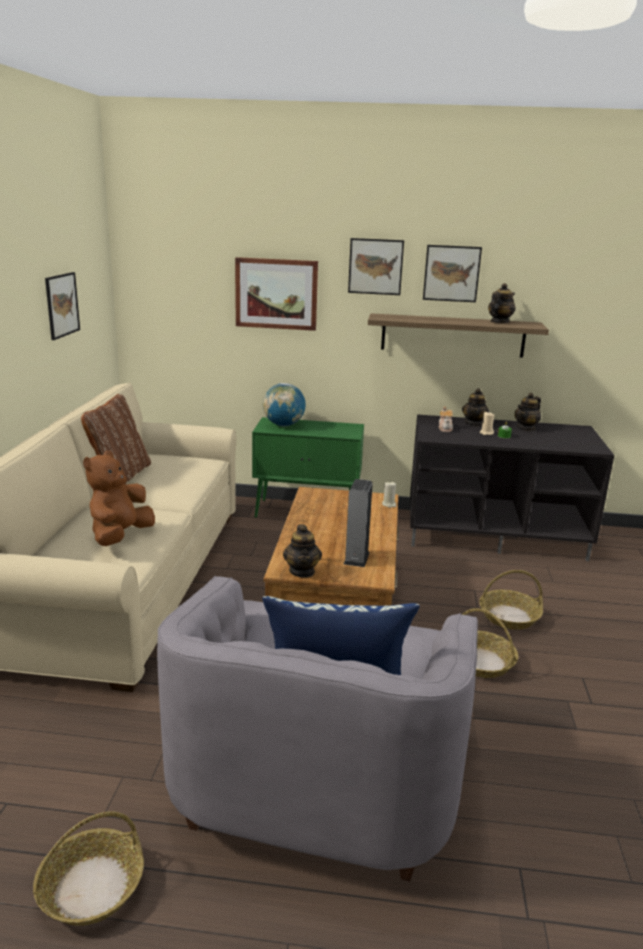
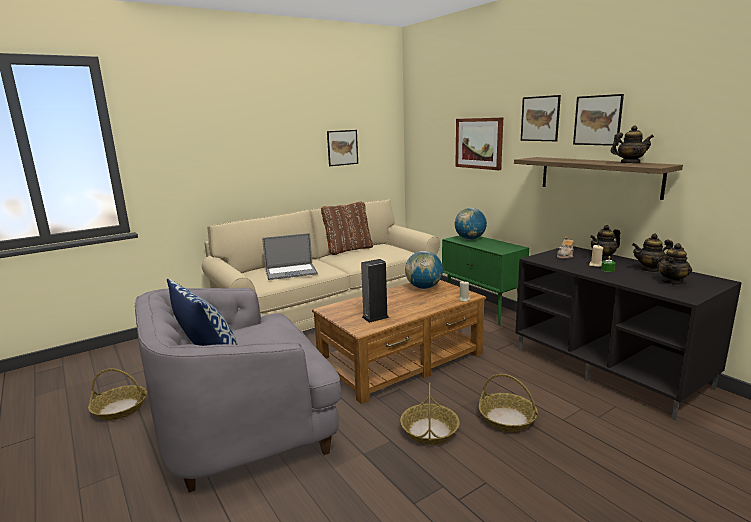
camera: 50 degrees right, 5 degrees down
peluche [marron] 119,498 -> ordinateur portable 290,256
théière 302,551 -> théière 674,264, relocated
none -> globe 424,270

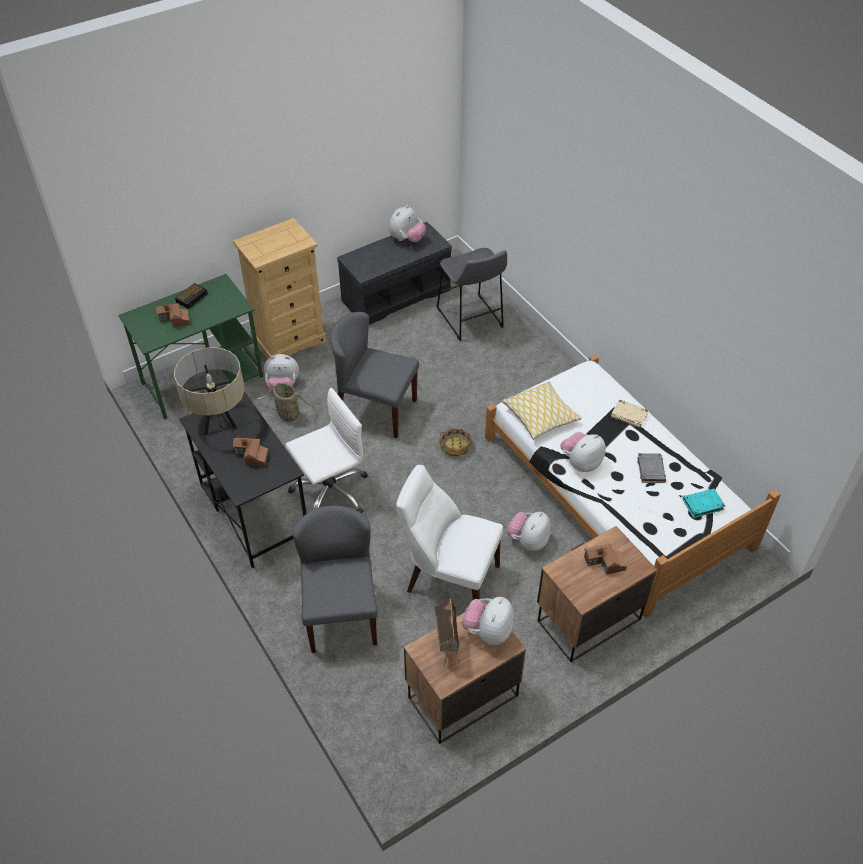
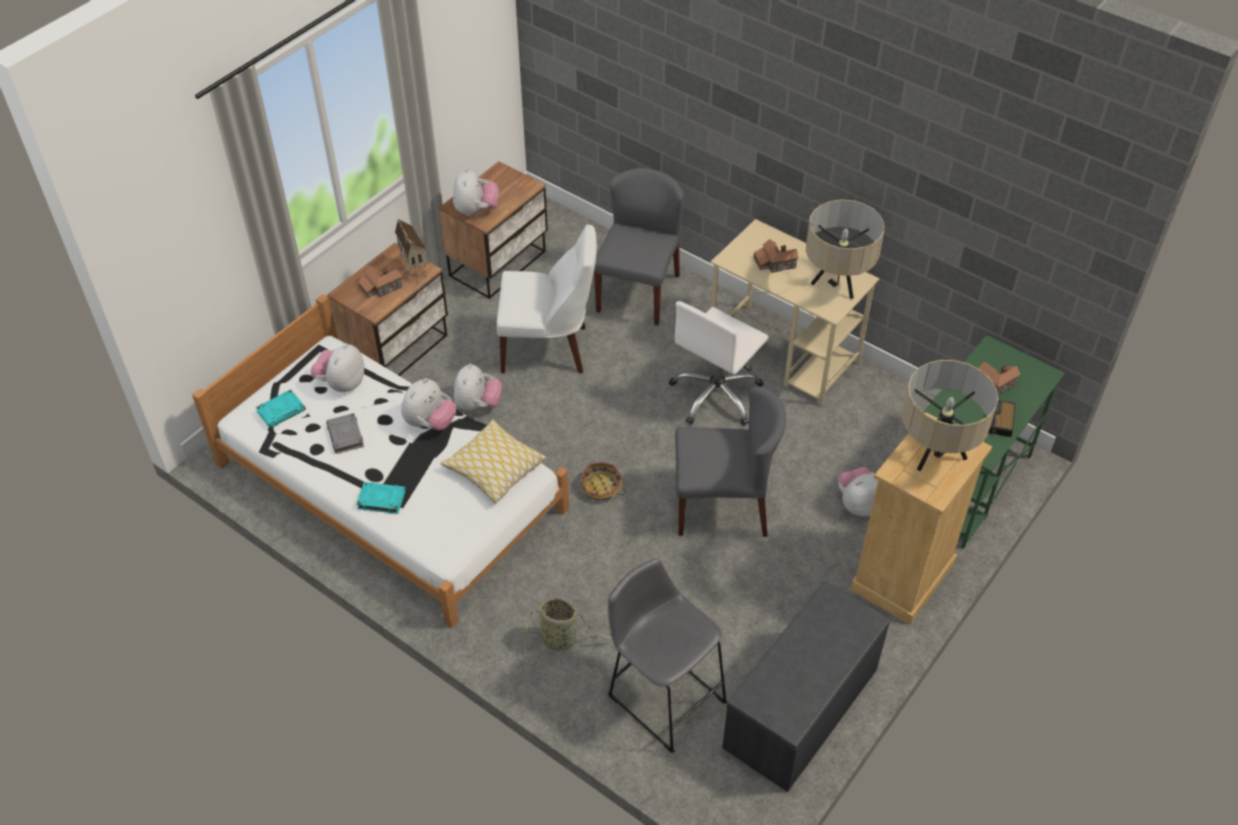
camera: 160 degrees right, 0 degrees up
bureau [noir] 242,479 -> bureau [beige] 795,312
panier 285,403 -> panier 566,624, relocated
chaise [gris] 334,579 -> chaise [gris] 639,247, 135 degrees counterclockwise
peluche 407,223 -> peluche 337,367, relocated
maison miniature 447,632 -> maison miniature 411,251, relocated
livre [beige] 630,413 -> livre [turquoise] 381,498
none -> lampe de table [beige] 950,415

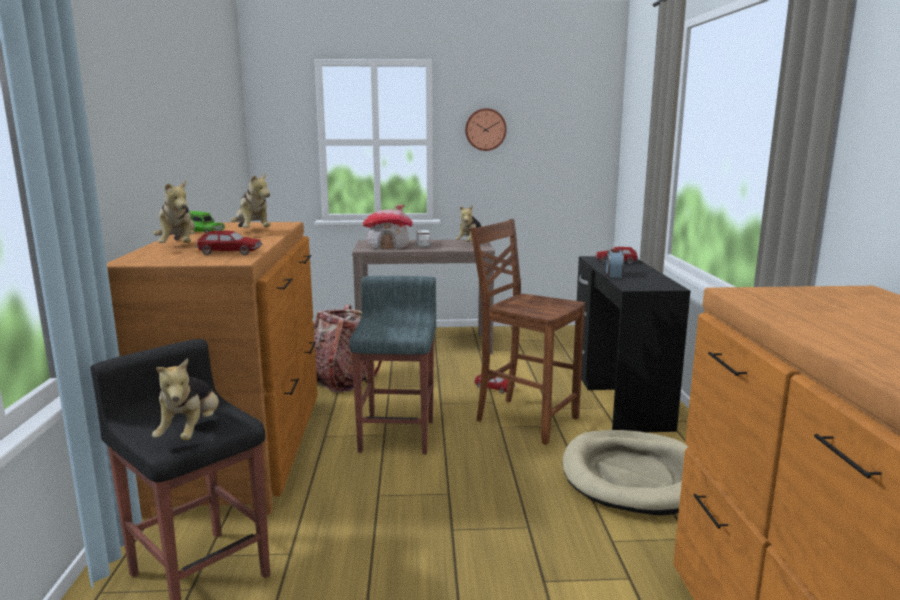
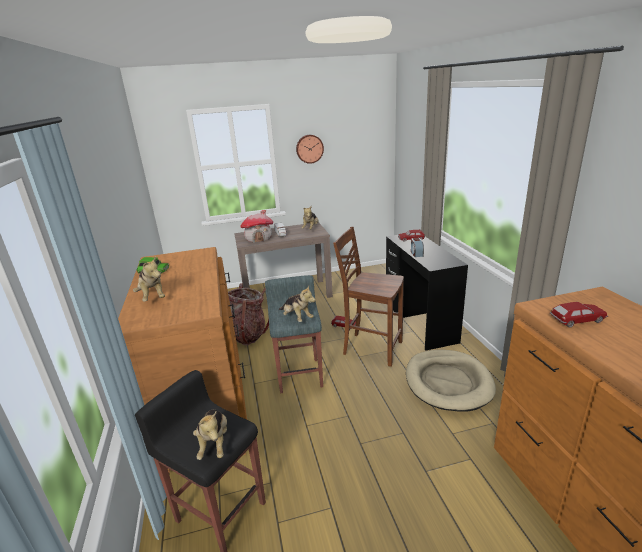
camera: 10 degrees left, 10 degrees up
petite voiture 229,242 -> petite voiture 579,314, relocated
peluche 250,200 -> peluche 297,304, relocated

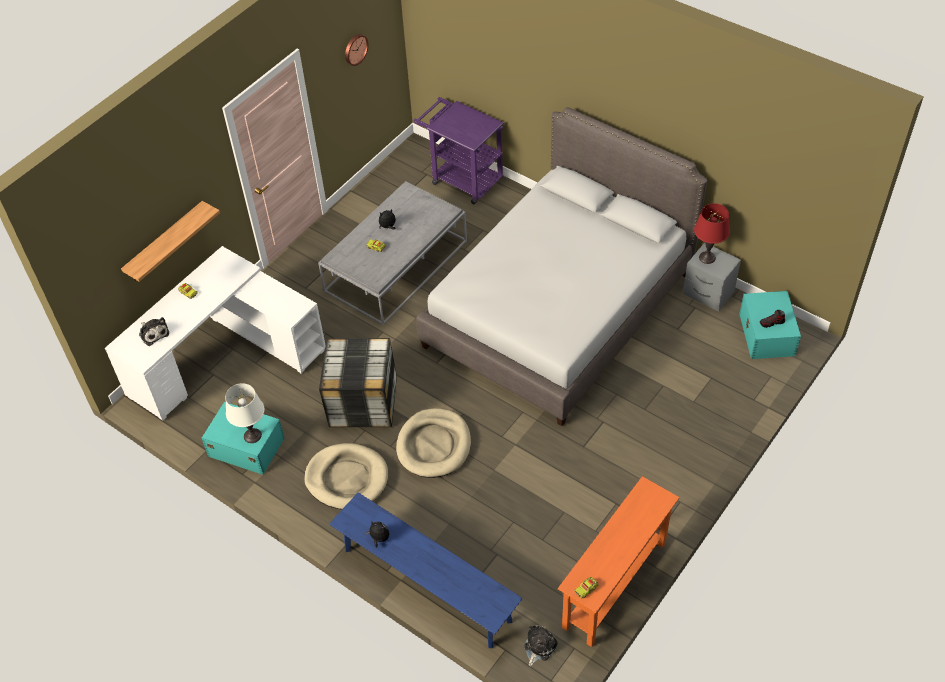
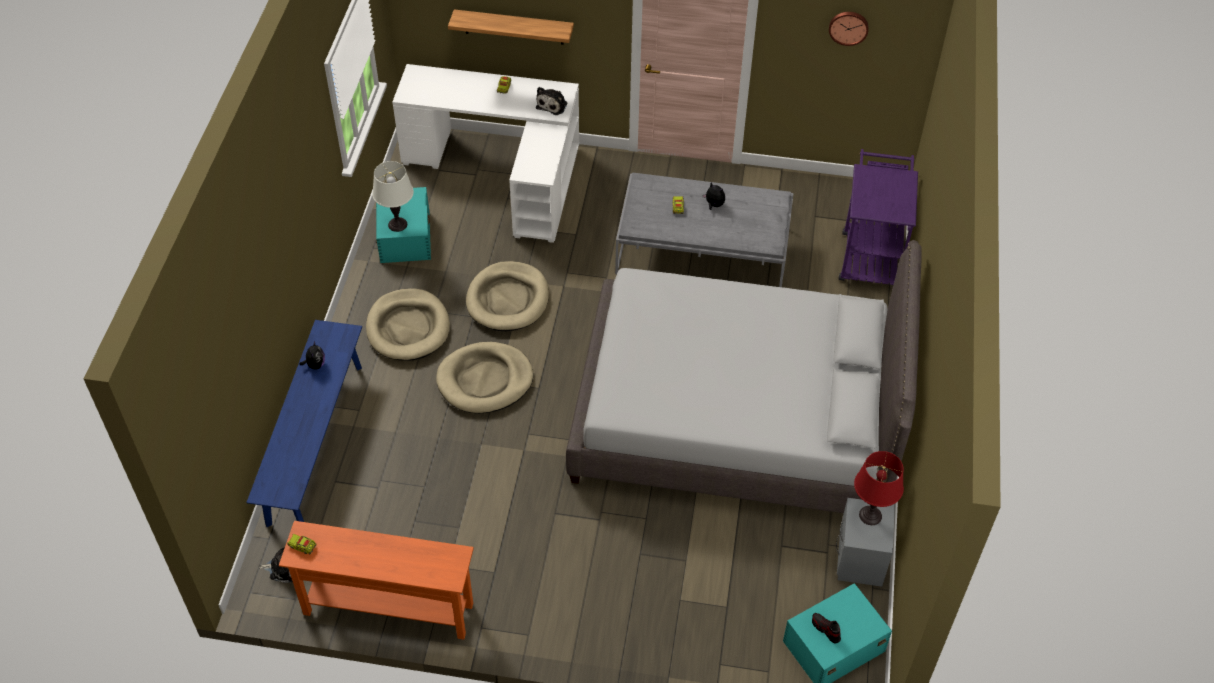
camera: 60 degrees right, 0 degrees up
peluche 154,331 -> peluche 551,101, relocated
boîte de rangement 358,382 -> panier pour chien [beige] 507,296

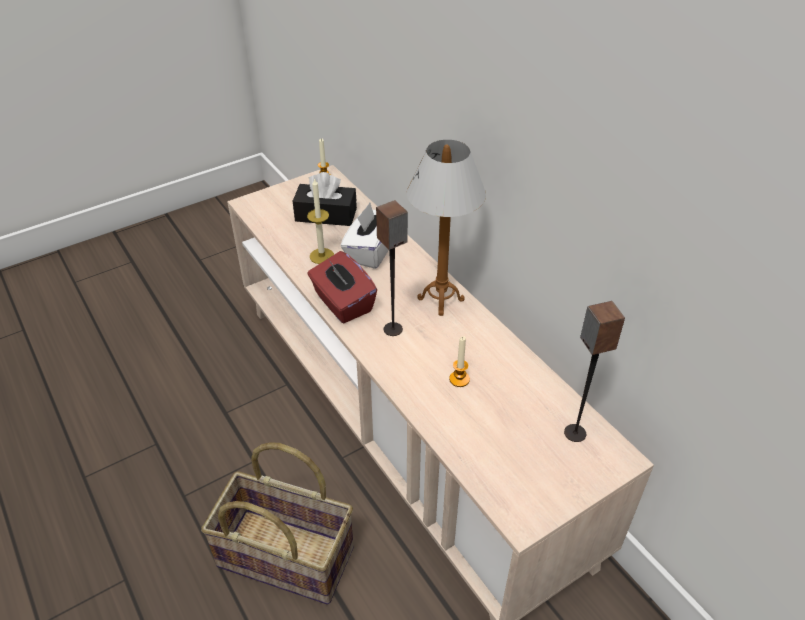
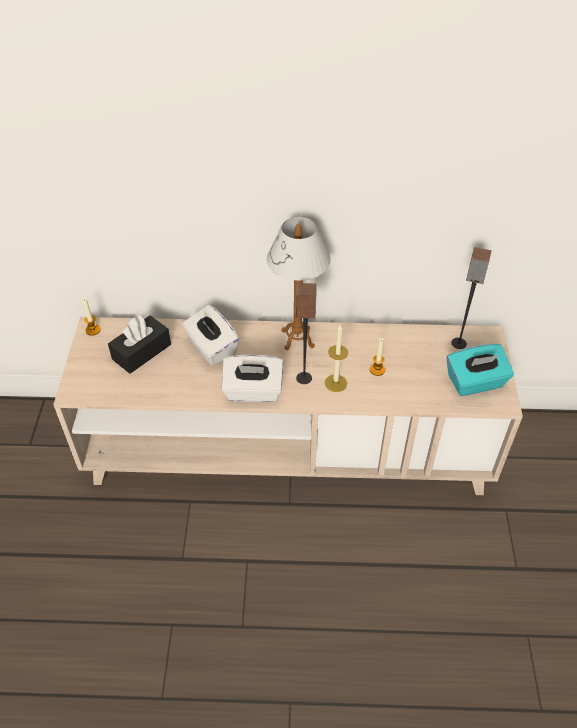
camera: 55 degrees left, 5 degrees up
panier 277,523 -> none
bougie 320,221 -> bougie 336,358, relocated
boîte à mouchoirs [rouge] 342,287 -> boîte à mouchoirs [blanc] 252,378
none -> boîte à mouchoirs [turquoise] 480,370

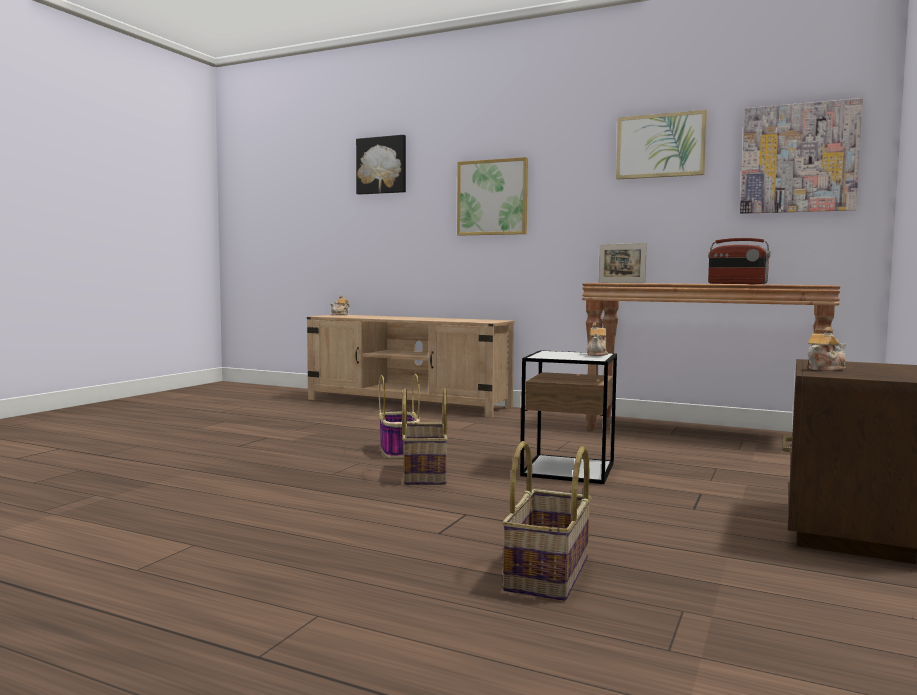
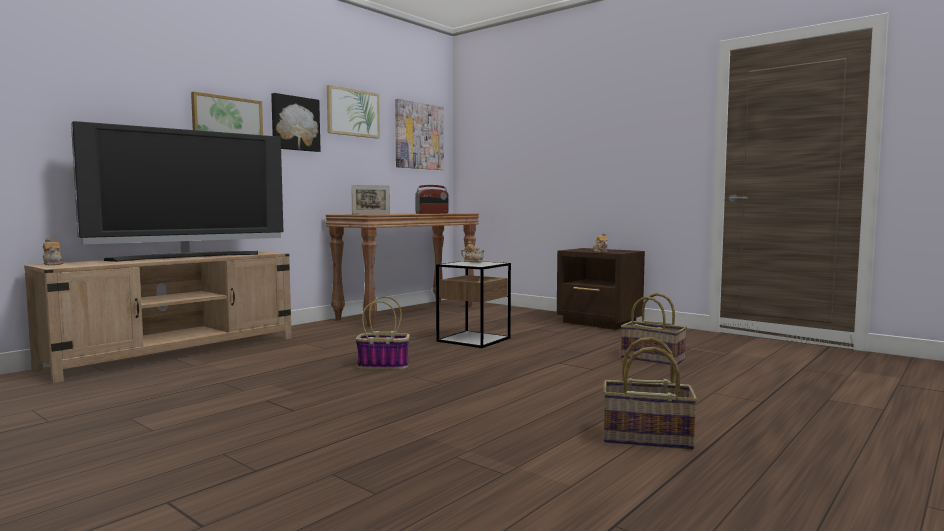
camera: 75 degrees left, 0 degrees up
tableau 381,165 -> tableau 296,122, relocated
panier 425,436 -> panier 650,393, relocated
none -> téléviseur 177,191

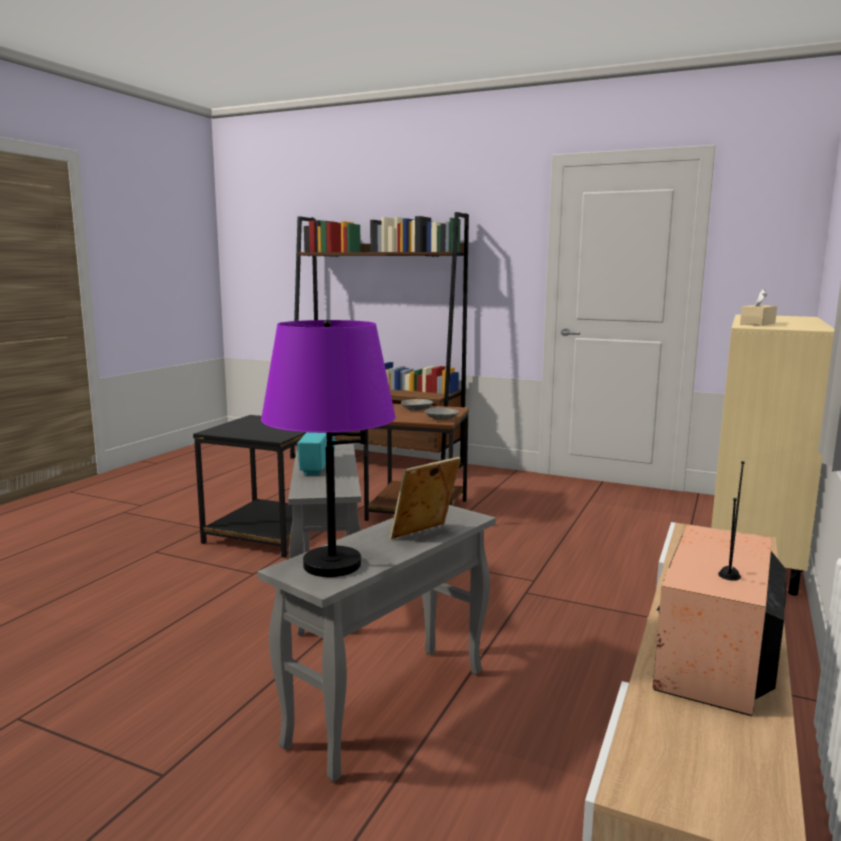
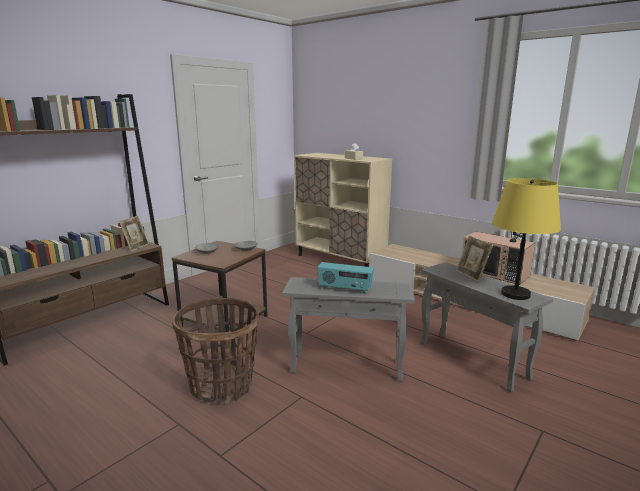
camera: 75 degrees left, 5 degrees up
table d'appoint [noir] 250,486 -> panier 215,351
lampe de table [violet] 328,448 -> lampe de table [jaune] 526,239
none -> cadre photo 134,234

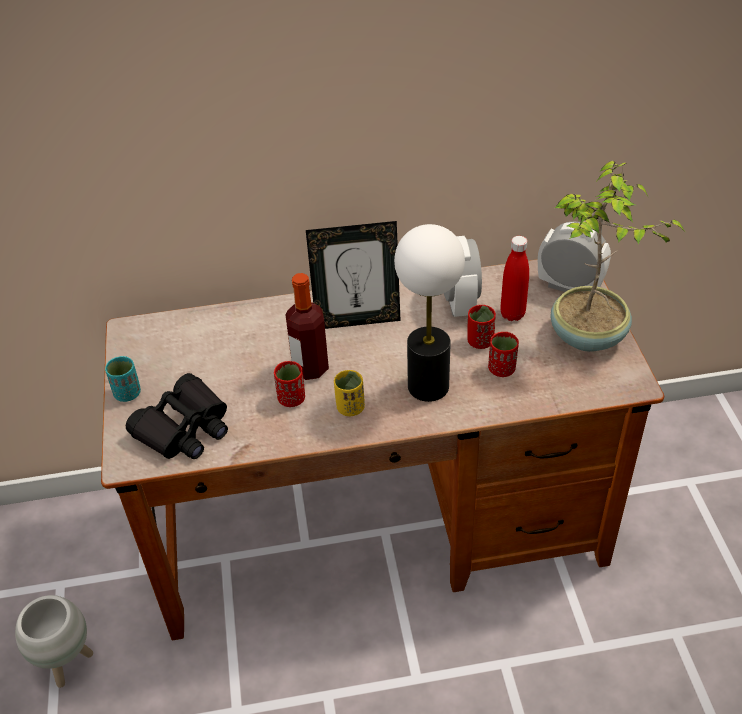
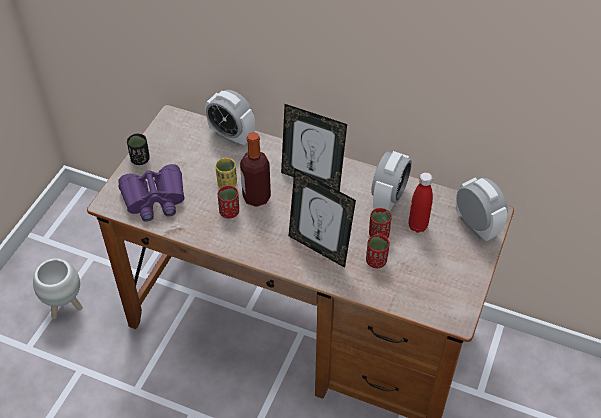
camera: 30 degrees right, 5 degrees up
tasse [turquoise] 123,379 -> tasse [noir] 138,149
jumelles [noir] 177,416 -> jumelles [violet] 151,193
tasse [jaune] 349,393 -> tasse [jaune] 226,173, relocated
lampe de table 429,313 -> cadre photo 322,218
plante en pot 617,256 -> none
none -> réveil 230,118

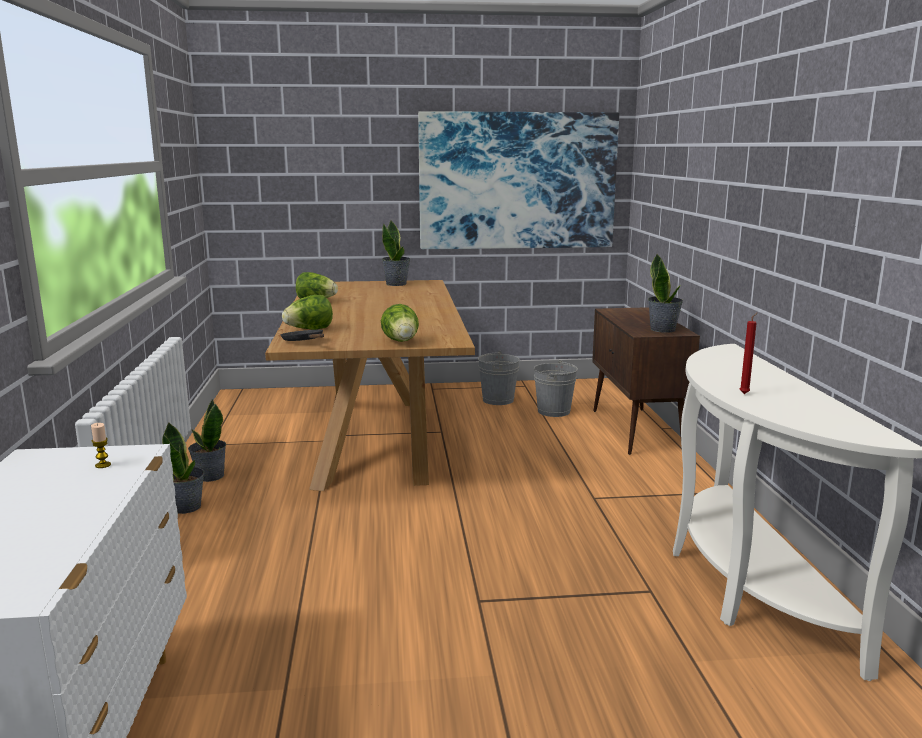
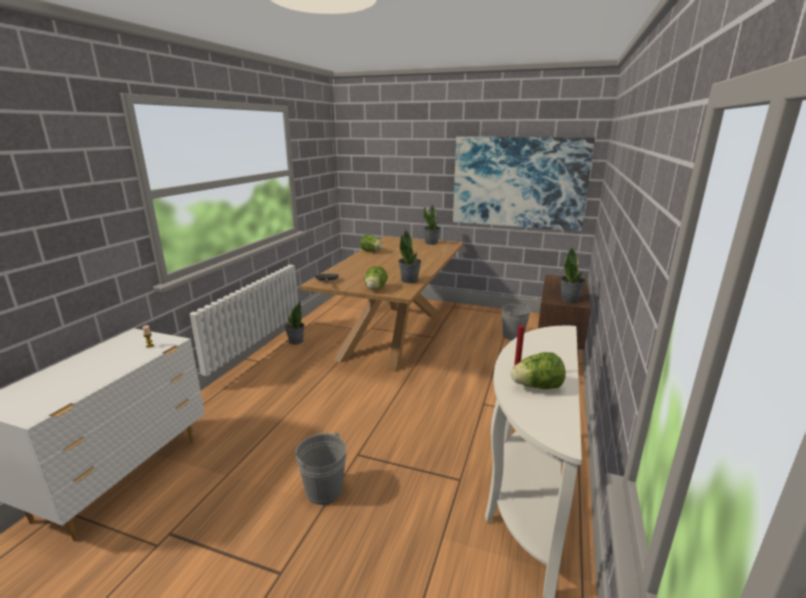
camera: 25 degrees right, 5 degrees up
plante en pot 183,468 -> plante en pot 409,256, relocated
laitue 307,312 -> laitue 538,370, relocated
seau [gris] 499,378 -> seau [gris] 320,468, relocated

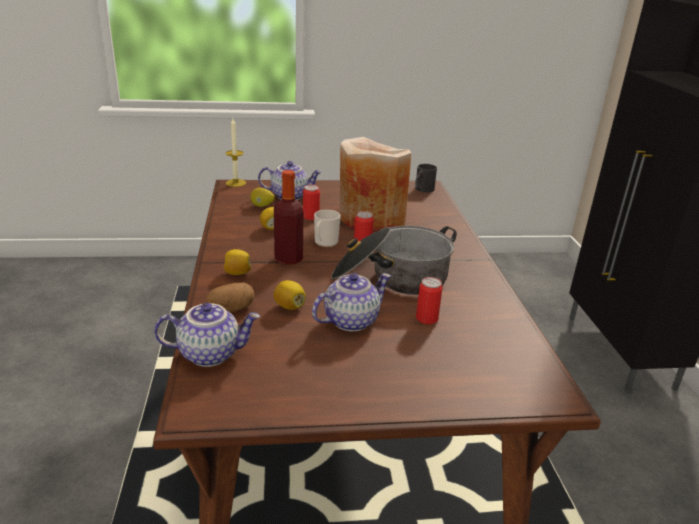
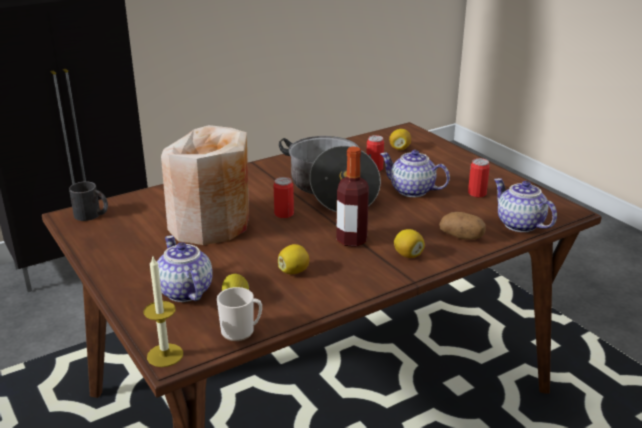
camera: 115 degrees left, 0 degrees up
citron 289,295 -> citron 400,139, relocated
boîte métallique 311,202 -> boîte métallique 479,177, relocated
mug 327,228 -> mug 239,314, relocated

